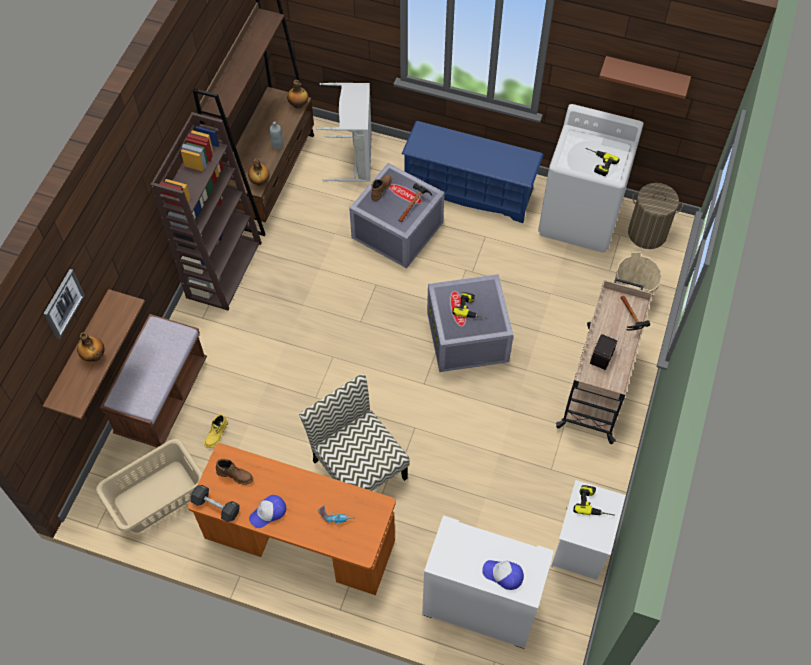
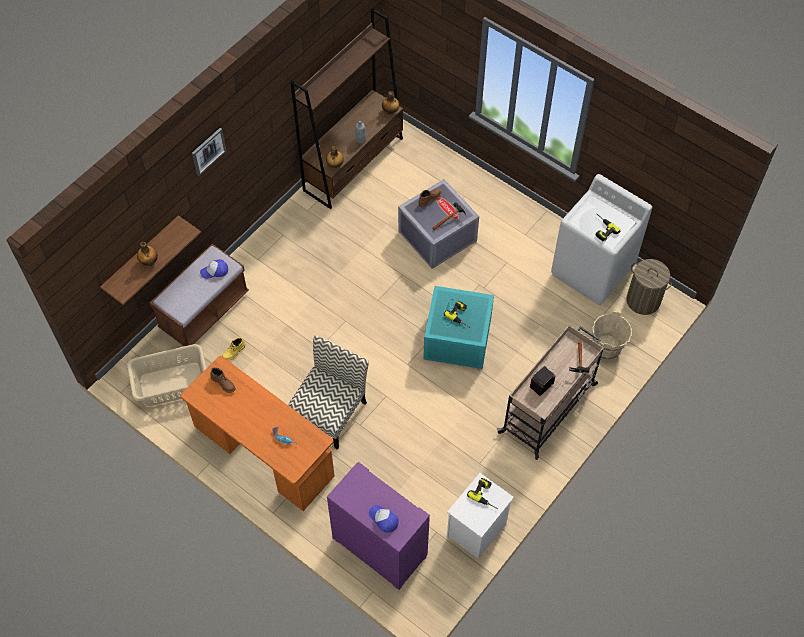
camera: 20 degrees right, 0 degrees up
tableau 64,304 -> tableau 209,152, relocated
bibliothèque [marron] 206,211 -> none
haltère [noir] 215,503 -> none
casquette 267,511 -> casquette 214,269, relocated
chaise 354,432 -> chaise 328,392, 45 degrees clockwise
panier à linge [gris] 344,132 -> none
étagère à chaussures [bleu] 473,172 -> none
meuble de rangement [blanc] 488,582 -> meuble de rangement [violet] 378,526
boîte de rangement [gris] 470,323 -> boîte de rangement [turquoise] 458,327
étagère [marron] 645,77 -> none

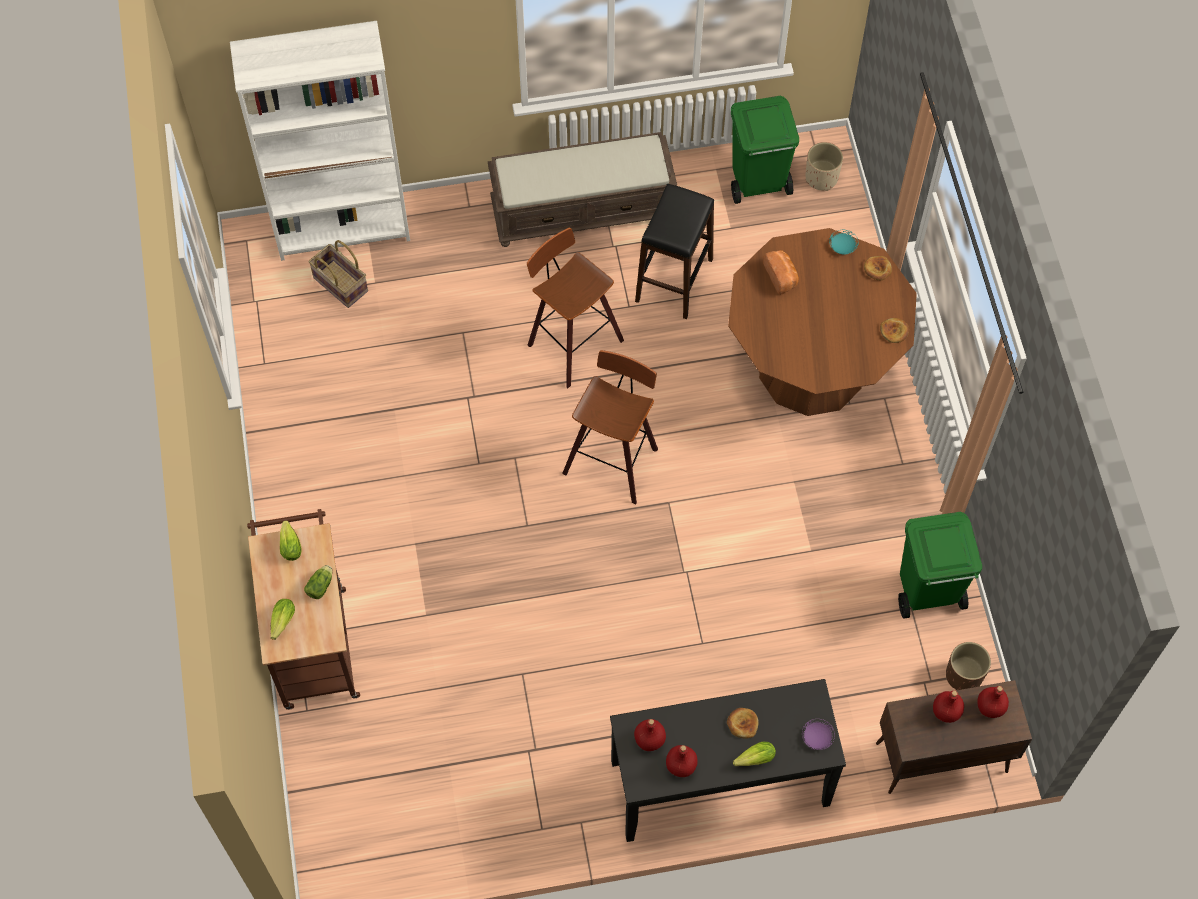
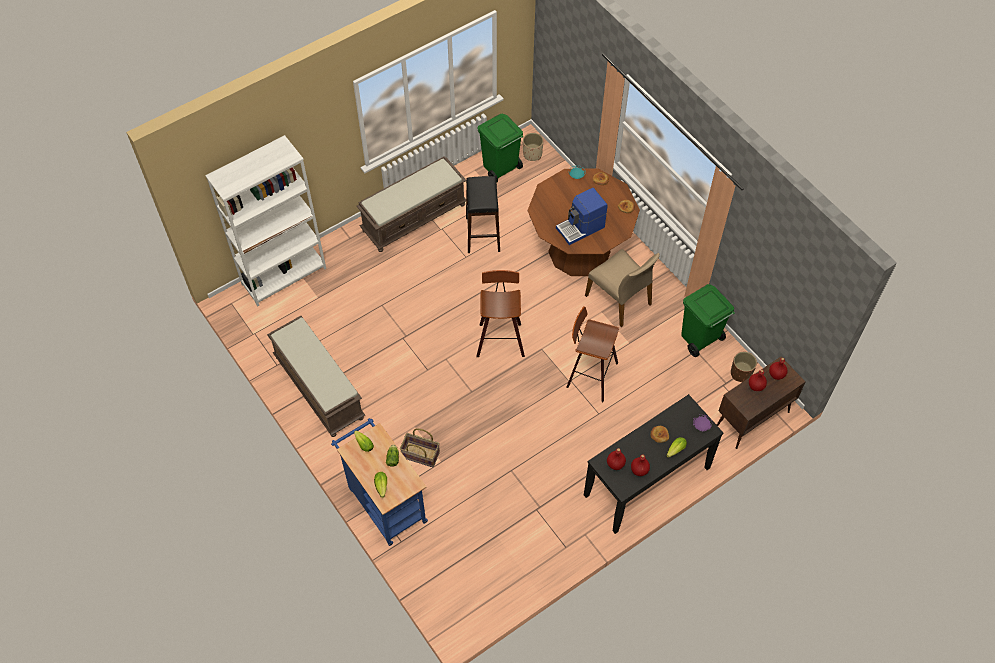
camera: 25 degrees left, 5 degrees down
chariot [marron] 303,609 -> chariot [bleu] 379,482
panier 338,274 -> panier 420,448, relocated
tabouret 575,308 -> tabouret 592,354, relocated
pain 781,272 -> none
none -> banc [marron] 316,376
none -> machine à café 581,216
none -> chaise [beige] 622,288

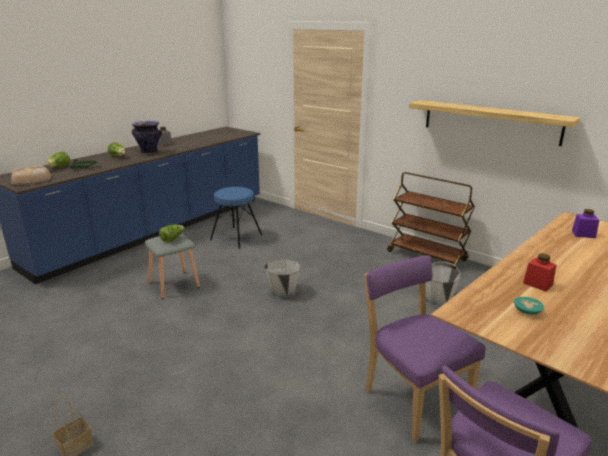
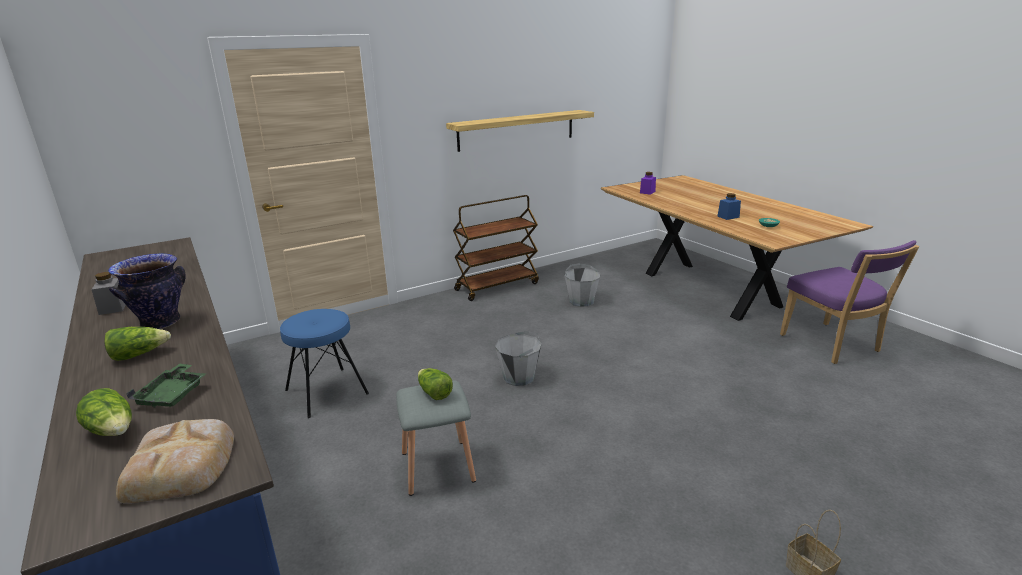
camera: 70 degrees left, 0 degrees up
chaise [violet] 425,348 -> none
bocal [rouge] 540,272 -> bocal [bleu] 729,206

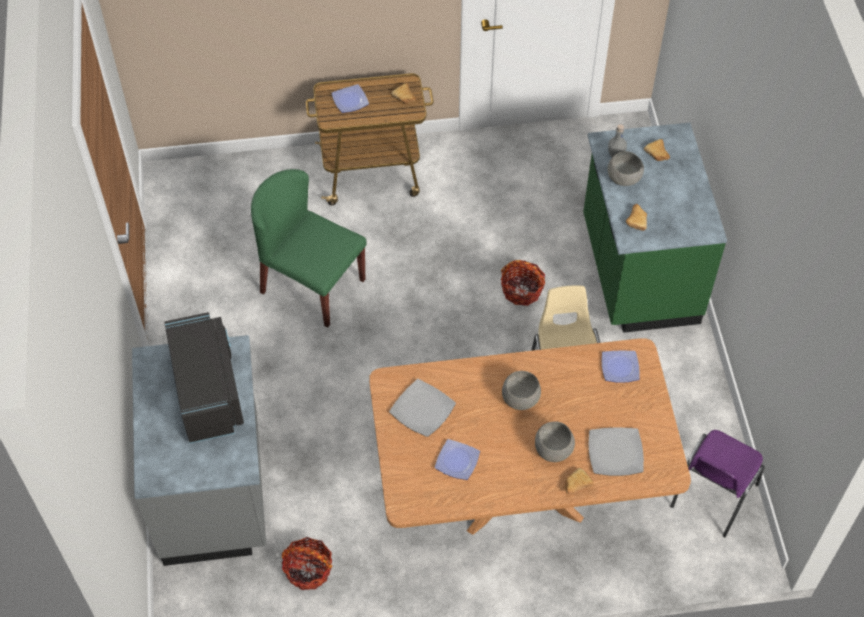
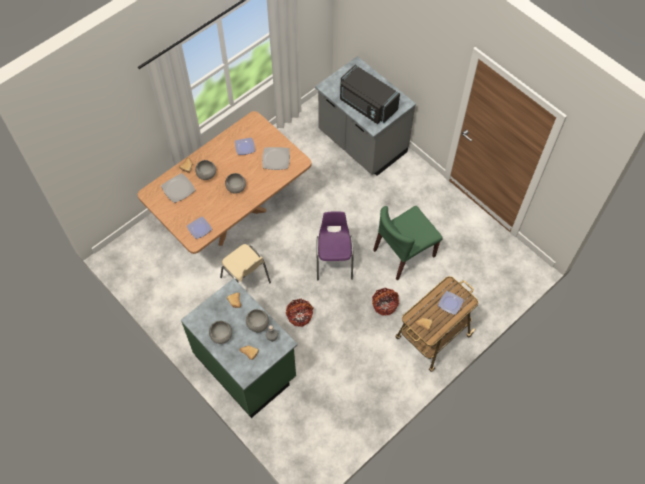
camera: 145 degrees right, 5 degrees up
chaise [vert] 309,248 -> chaise [vert] 408,243, 150 degrees clockwise
panier 307,563 -> panier 385,302, relocated
chaise [violet] 717,483 -> chaise [violet] 335,245, relocated
none -> bol [gris] 220,332

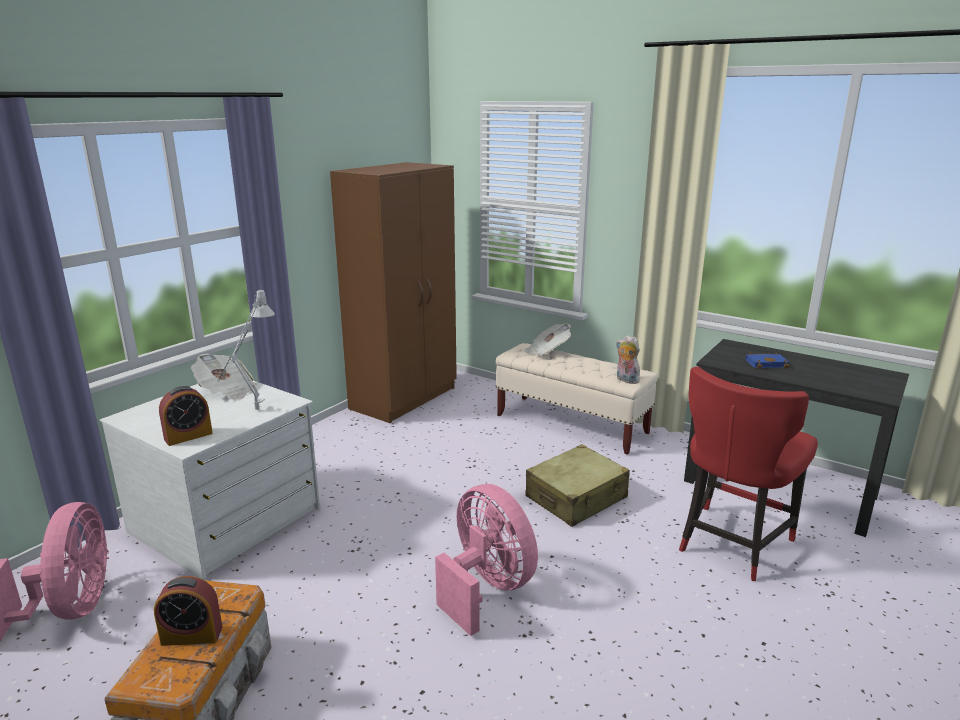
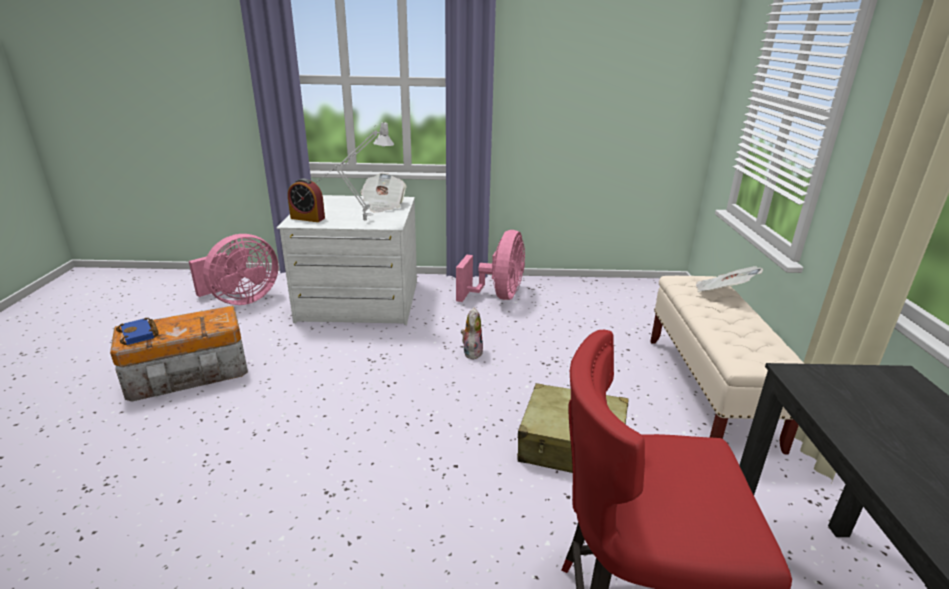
camera: 55 degrees right, 5 degrees up
réveil 188,611 -> none
armoire [marron] 393,292 -> none
ventilateur [rose] 486,560 -> ventilateur [rose] 490,266, relocated
peluche 628,359 -> peluche 472,333, relocated
livre [bleu] 767,360 -> livre [bleu] 137,331, relocated

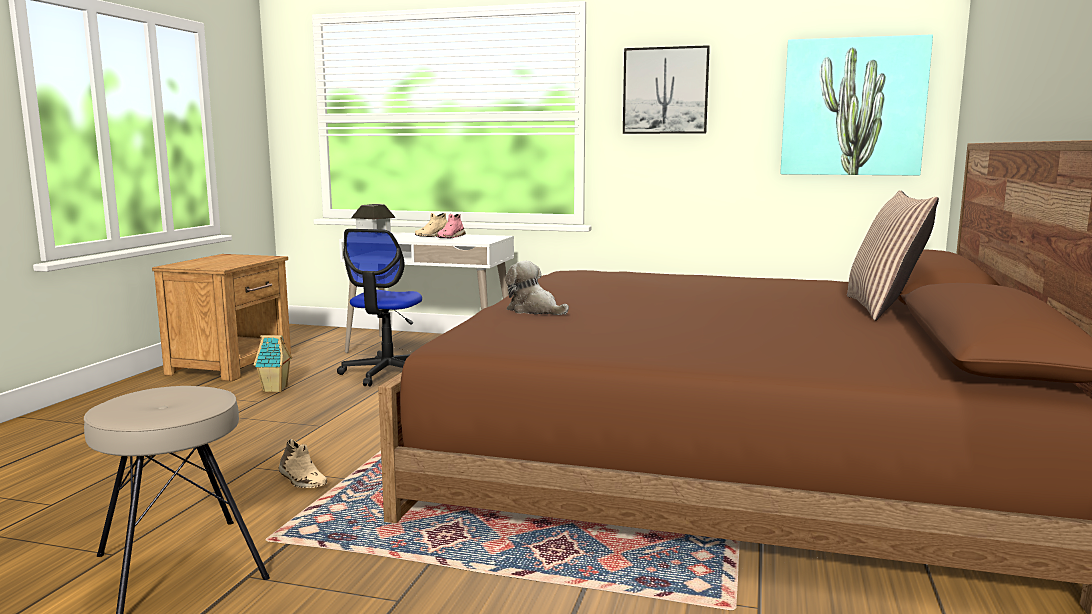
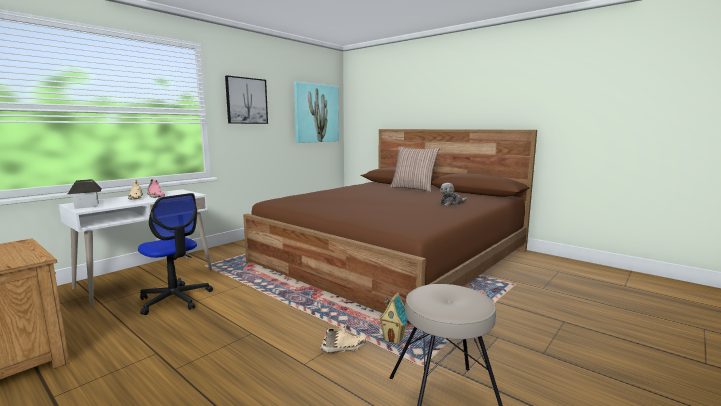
camera: 65 degrees left, 0 degrees up
maison miniature 273,363 -> maison miniature 393,318, relocated
peluche 537,288 -> peluche 453,194, relocated

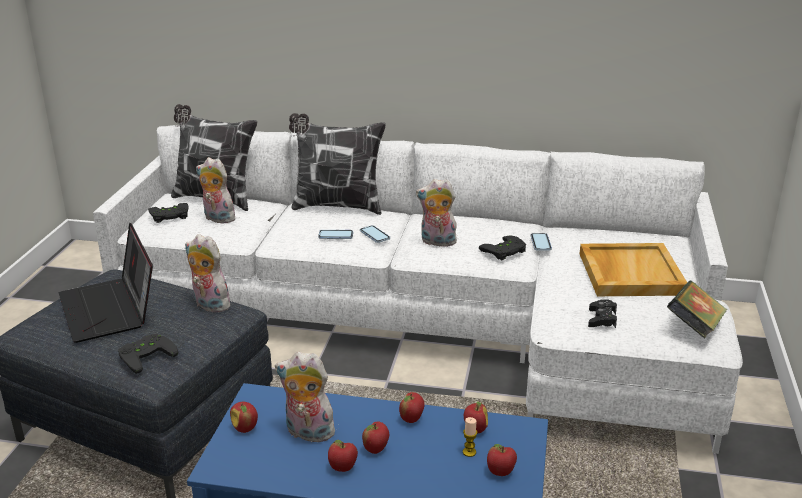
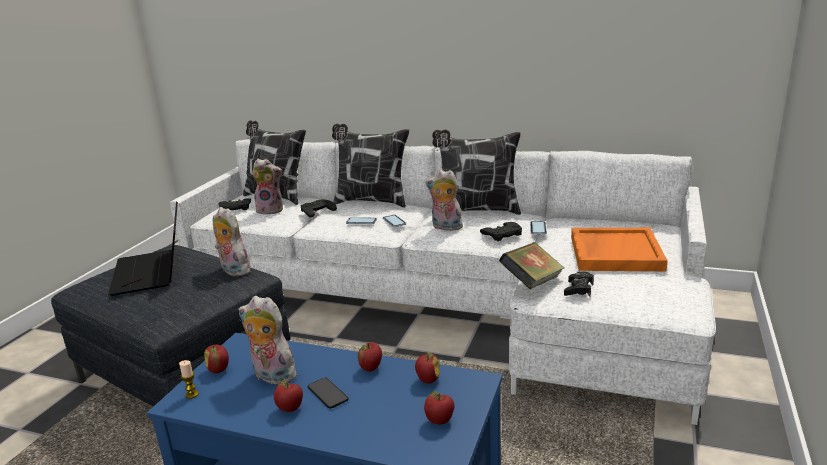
camera: 10 degrees right, 5 degrees down
manette [noir] 148,353 -> manette [noir] 318,208, relocated
peluche 215,190 -> peluche 267,186, 150 degrees clockwise
pomme 375,438 -> téléphone 328,393
bougie 470,437 -> bougie 189,379, relocated
plateau [beige] 633,269 -> plateau [orange] 619,249
livre 697,310 -> livre 532,265, relocated
none -> coussin 476,172

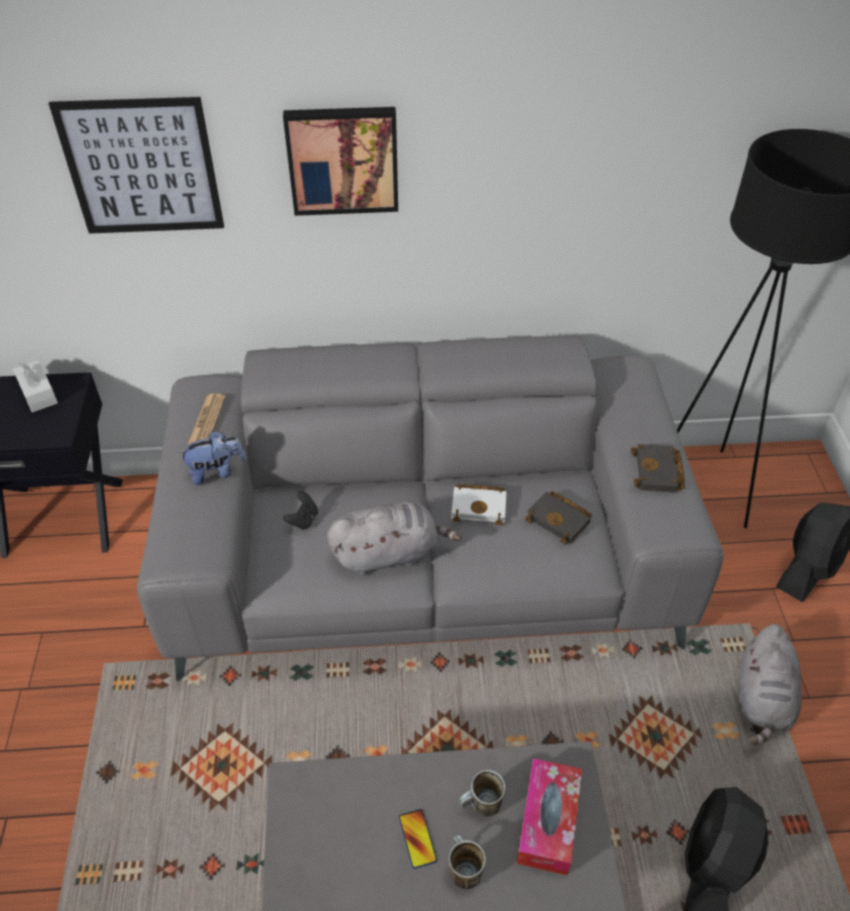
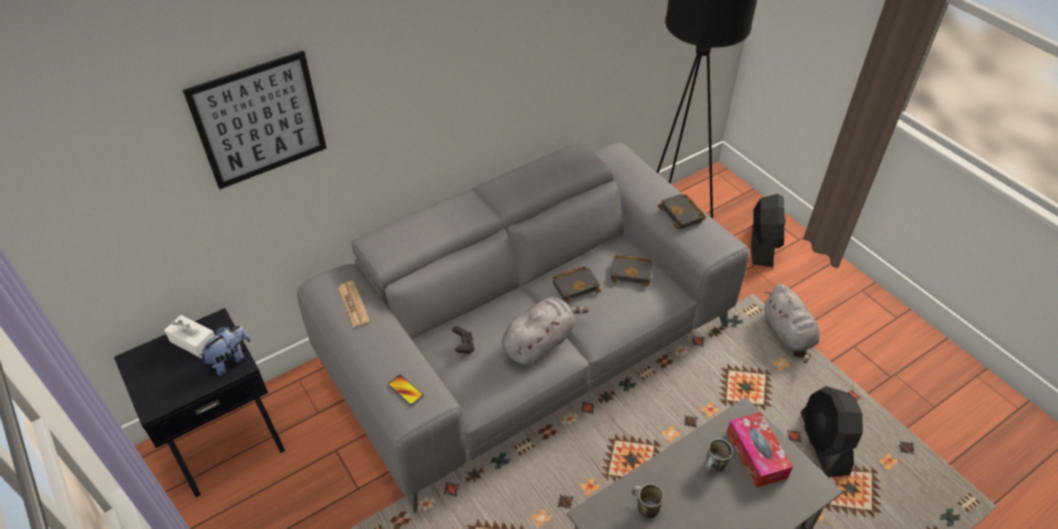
camera: 30 degrees left, 0 degrees up
peluche 212,458 -> peluche 224,351, relocated
tableau 340,161 -> none
téléphone 418,839 -> téléphone 406,390, relocated
mug 467,862 -> mug 648,501, relocated
livre [blanc] 479,504 -> livre [noir] 577,284

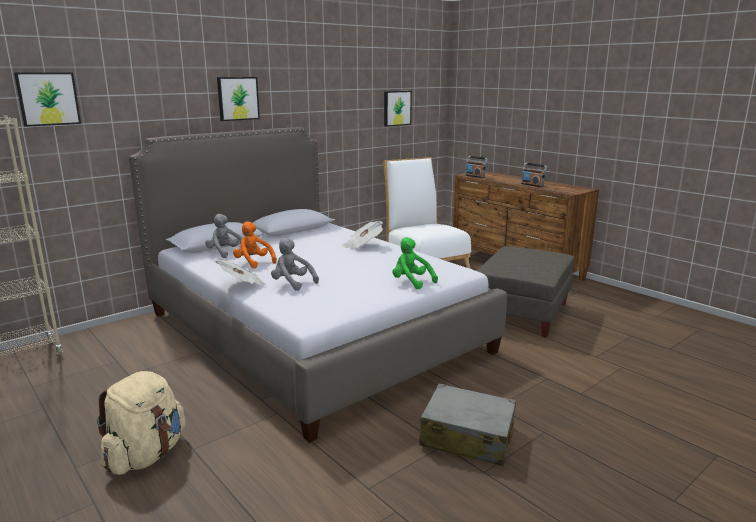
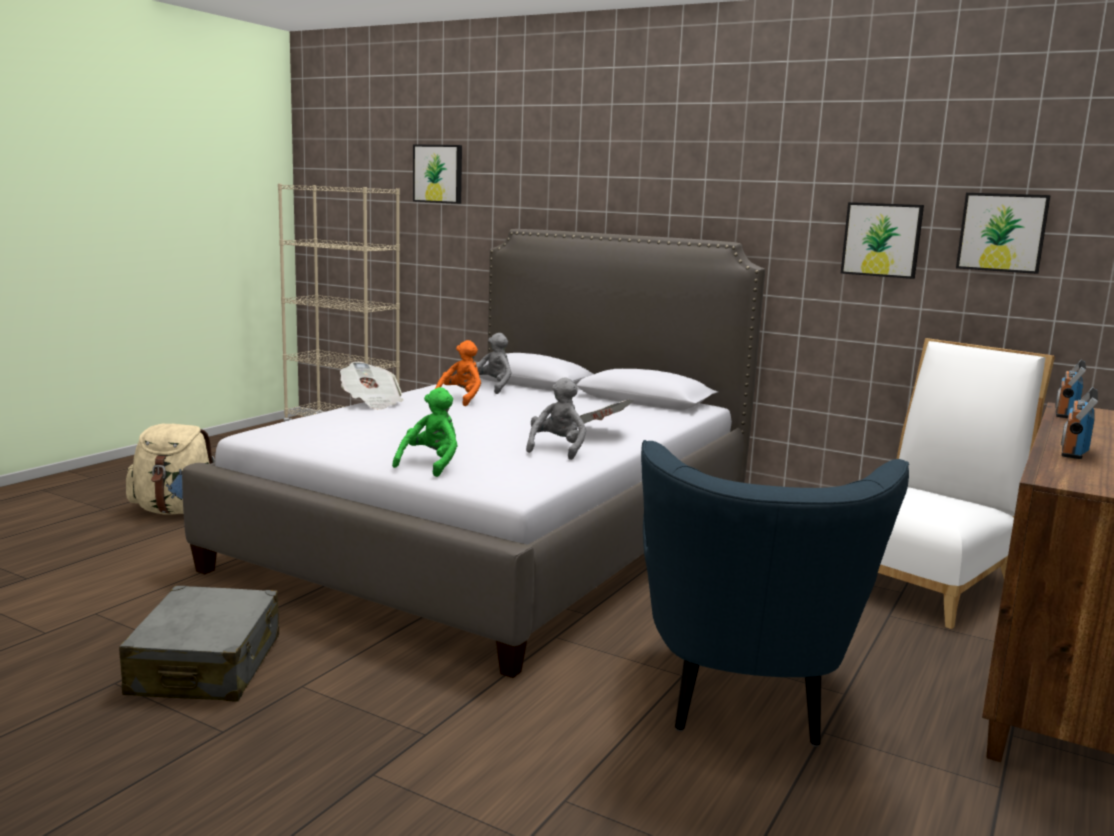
camera: 70 degrees right, 5 degrees down
tableau 238,99 -> tableau 882,240, relocated
peluche [gris] 295,264 -> peluche [gris] 556,418, relocated
pouf [gris] 525,291 -> fauteuil [bleu] 775,593

